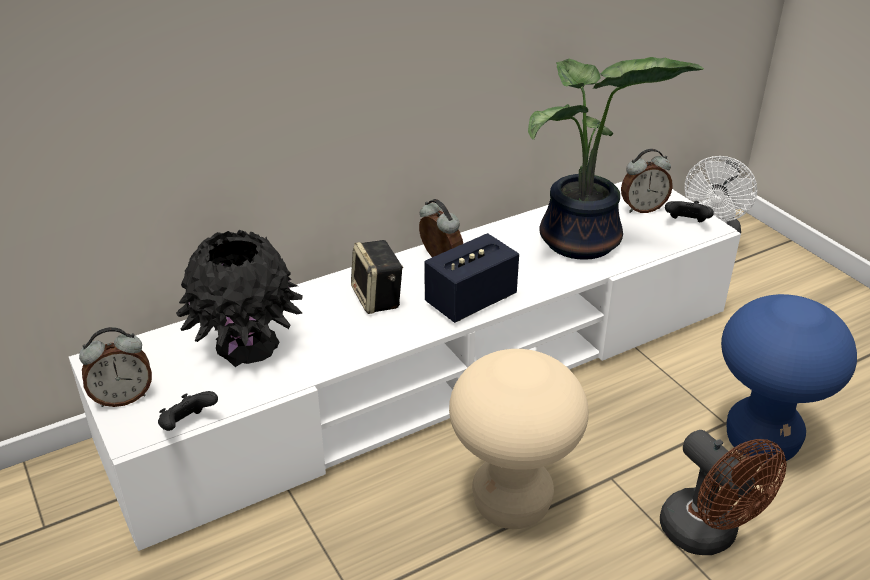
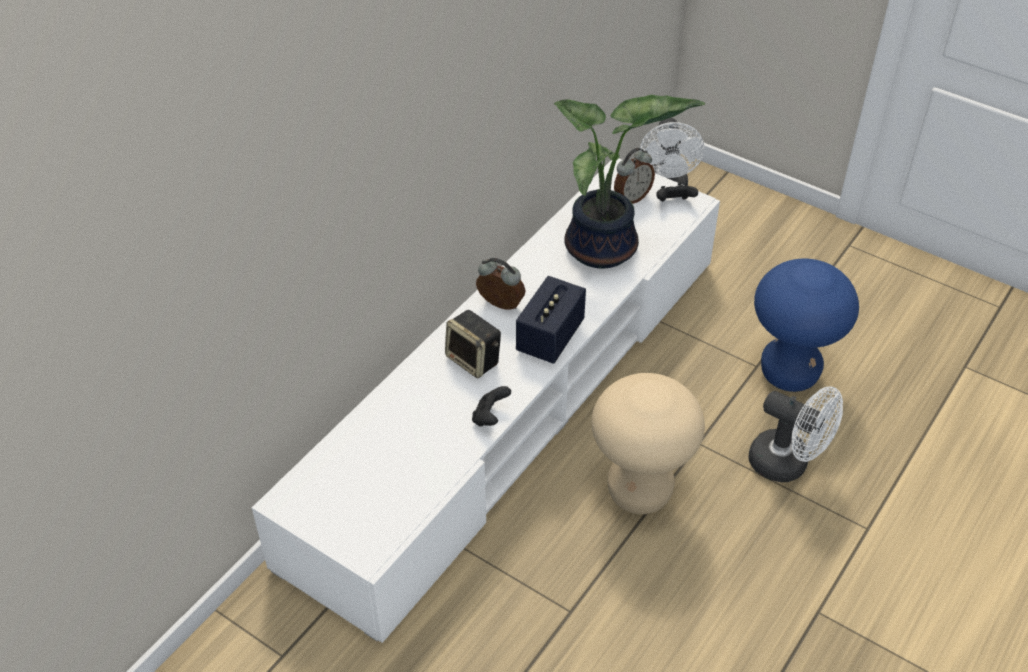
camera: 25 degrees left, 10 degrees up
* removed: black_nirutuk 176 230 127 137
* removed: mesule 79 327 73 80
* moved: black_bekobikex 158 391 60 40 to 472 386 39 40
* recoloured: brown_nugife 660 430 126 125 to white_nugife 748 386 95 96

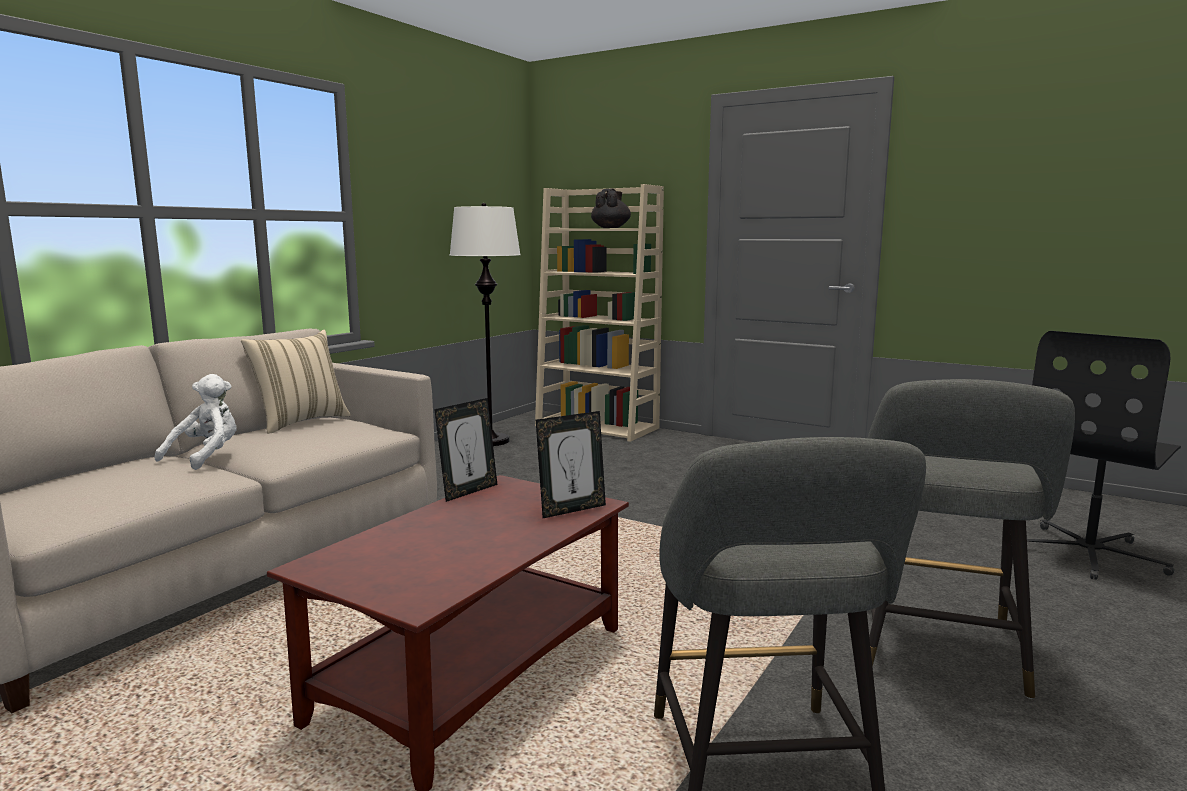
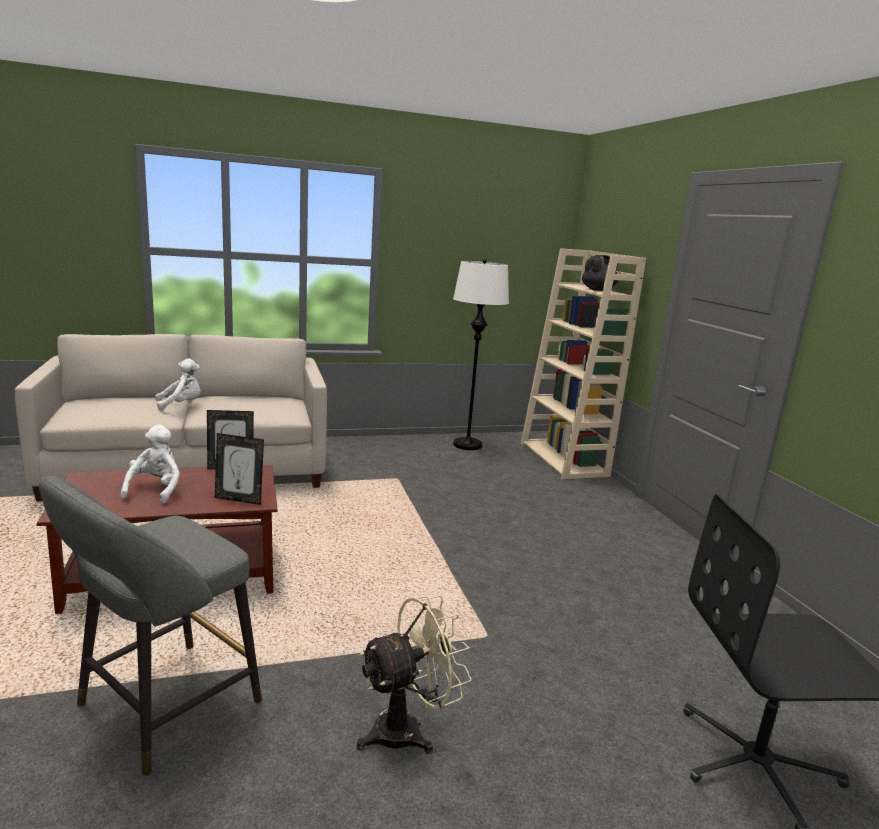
camera: 40 degrees right, 5 degrees up
* removed: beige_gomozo 241 330 110 104
* replaced: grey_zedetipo 868 379 207 320 to beige_nugife 356 595 116 159
* added: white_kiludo 120 424 60 80

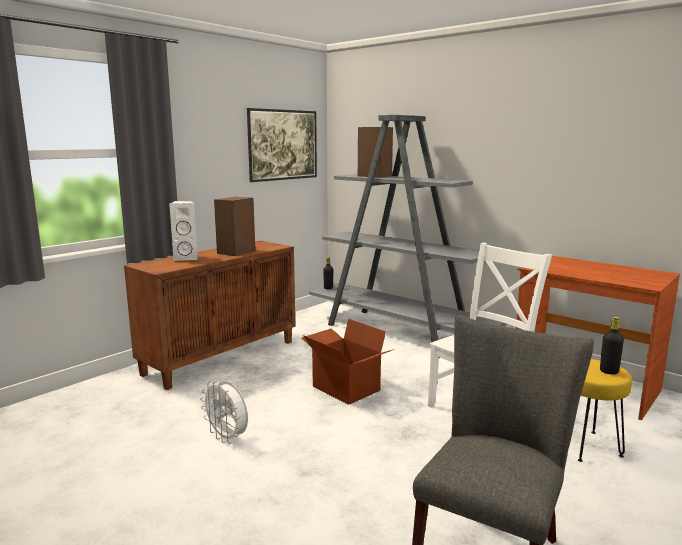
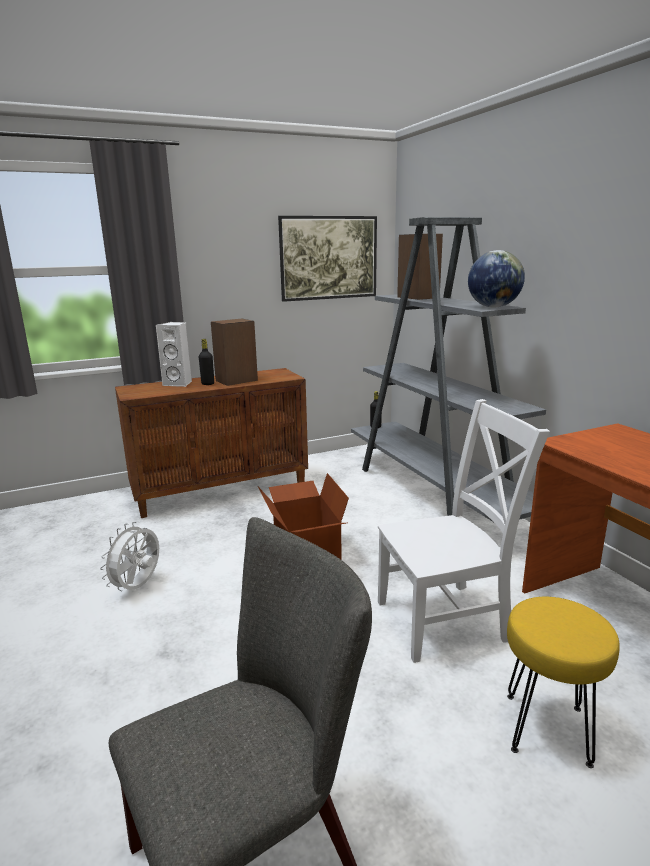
camera: 25 degrees right, 5 degrees up
* moved: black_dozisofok 600 317 24 58 to 199 339 15 46
* turned: white_nugife 200 381 48 63 = 100 522 59 69 45 degrees clockwise
* added: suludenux 468 250 57 57

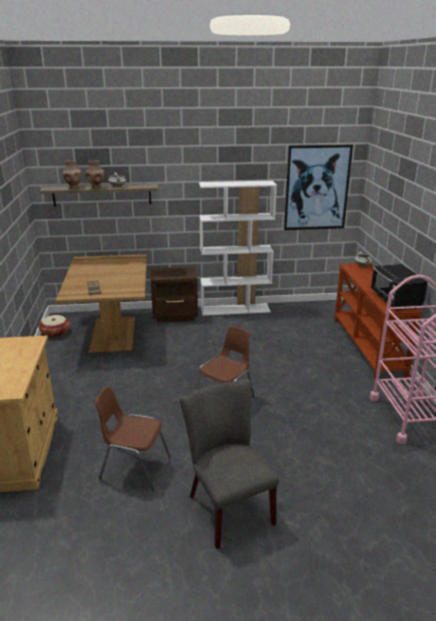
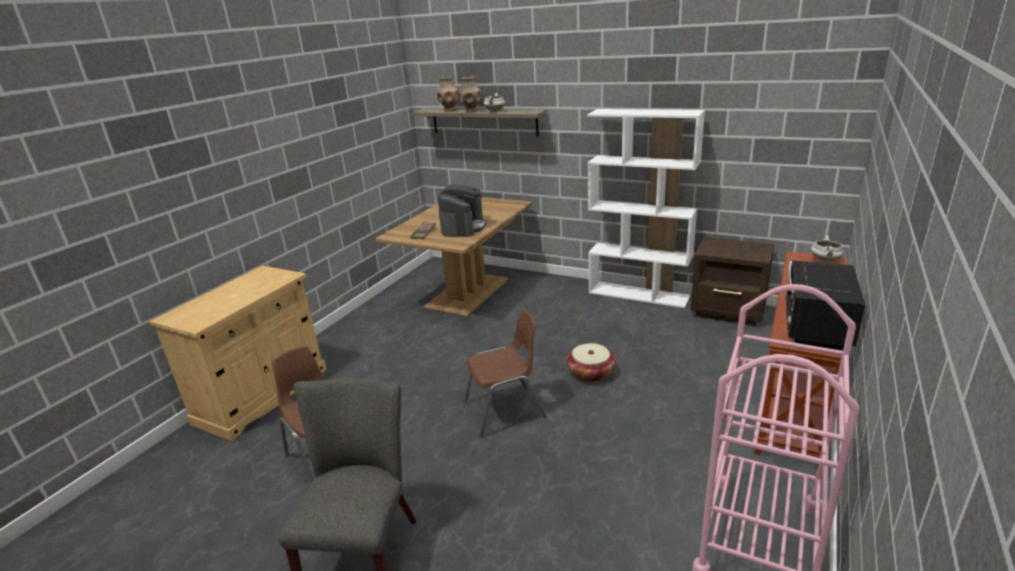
camera: 35 degrees right, 0 degrees up
* removed: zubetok 284 145 69 85
* moved: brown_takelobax 151 266 47 56 to 690 237 84 89
* moved: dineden 39 315 31 22 to 566 343 50 39
* added: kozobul 438 184 49 53

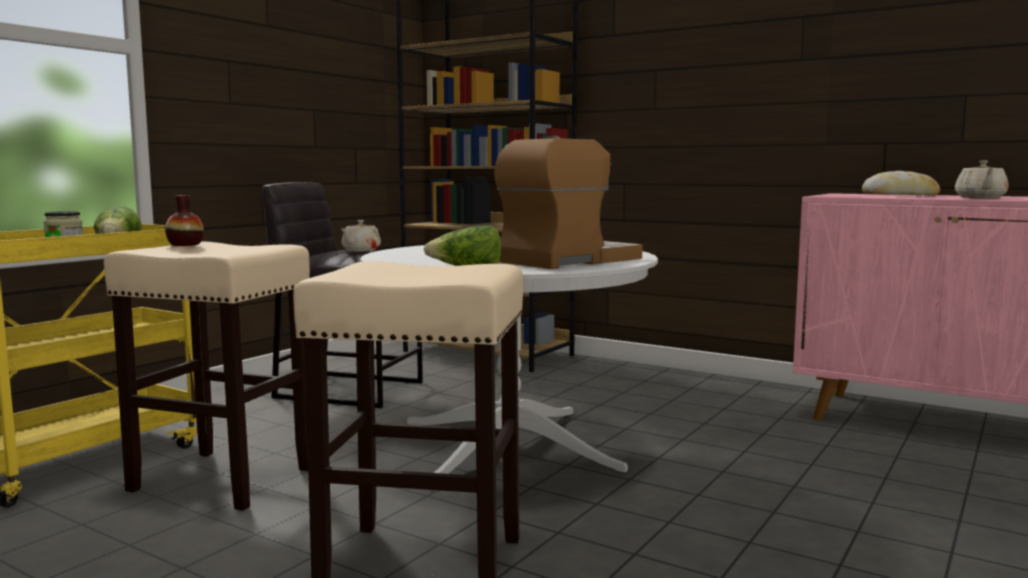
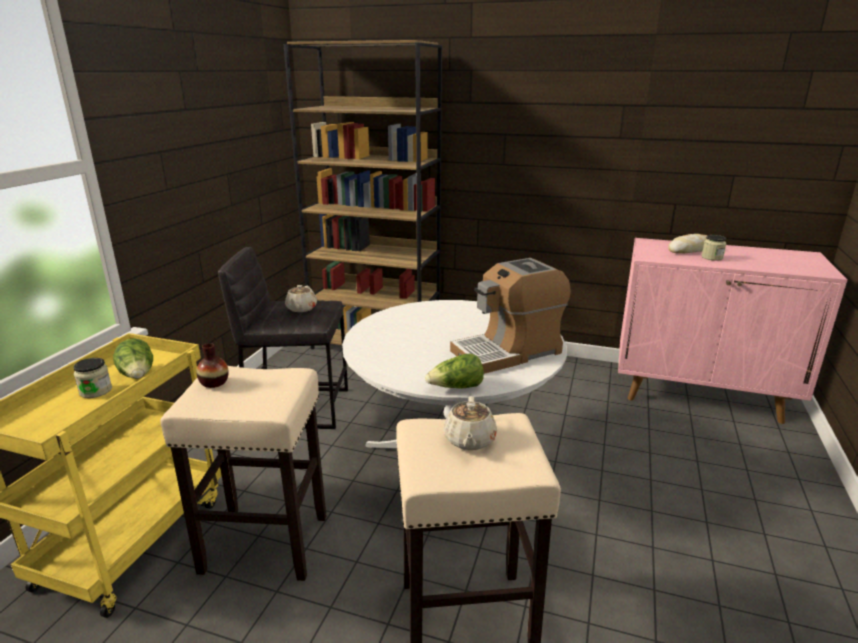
camera: 15 degrees left, 15 degrees up
* turned: kozobul 494 136 149 133 = 450 258 121 116 150 degrees counterclockwise
* moved: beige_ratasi 955 160 54 38 to 444 396 53 54
* added: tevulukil 702 235 24 26

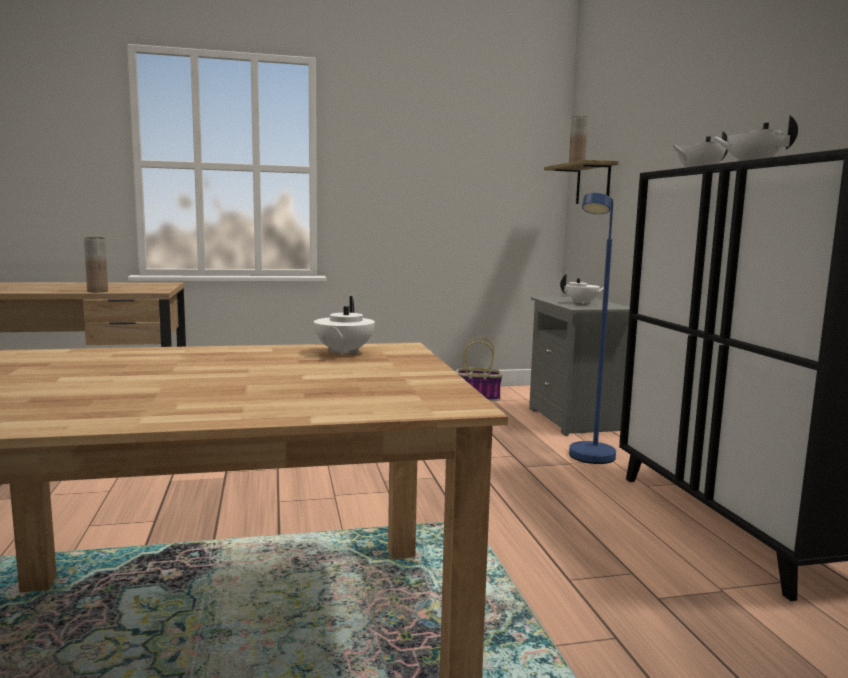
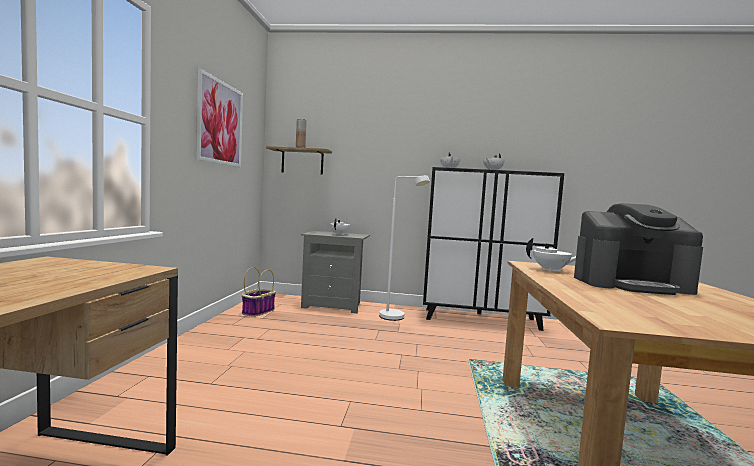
camera: 70 degrees left, 5 degrees down
* recoloured: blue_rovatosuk 569 193 47 271 to white_rovatosuk 379 175 51 146
* removed: brown_nirutuk 84 237 24 55
* added: zubetok 196 68 47 100
* added: kozobul 574 203 129 92

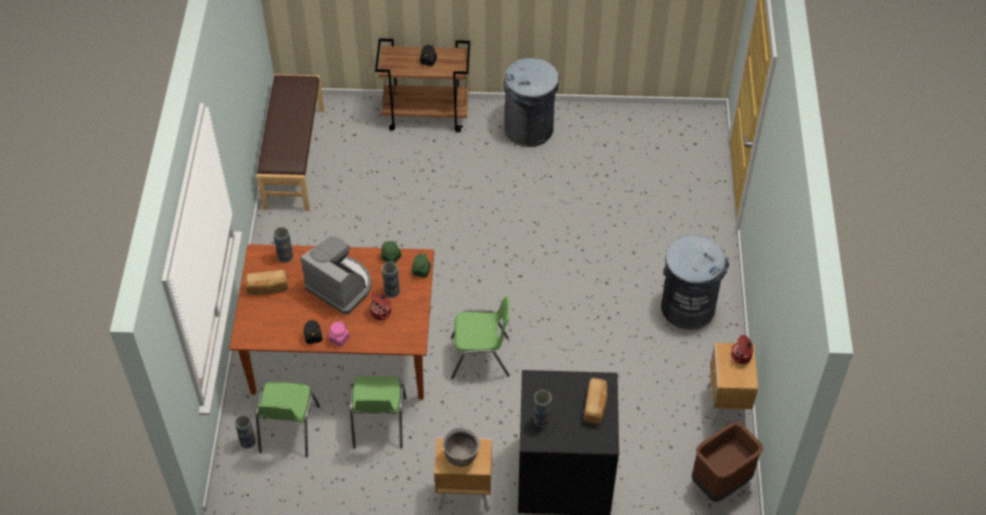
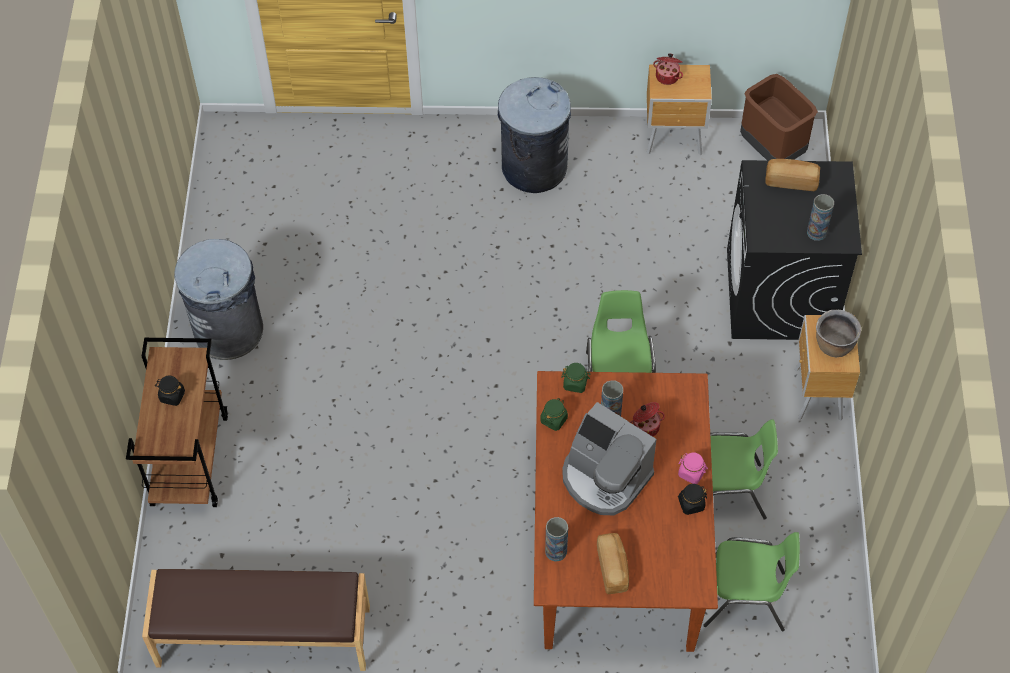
camera: 90 degrees left, 5 degrees up
* turned: kozobul 301 236 70 78 = 562 402 94 114 90 degrees counterclockwise
* removed: nirutuk 235 415 21 34

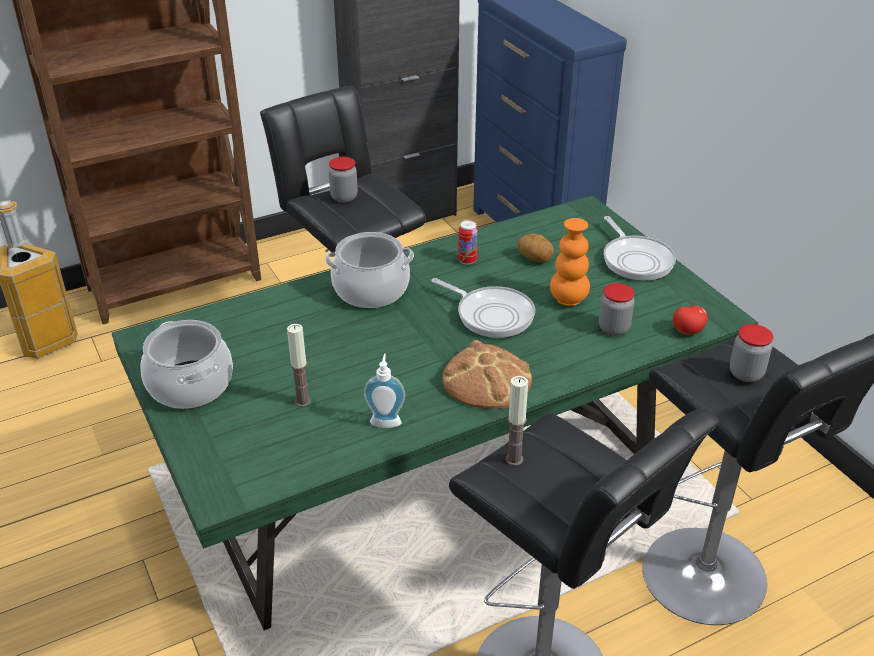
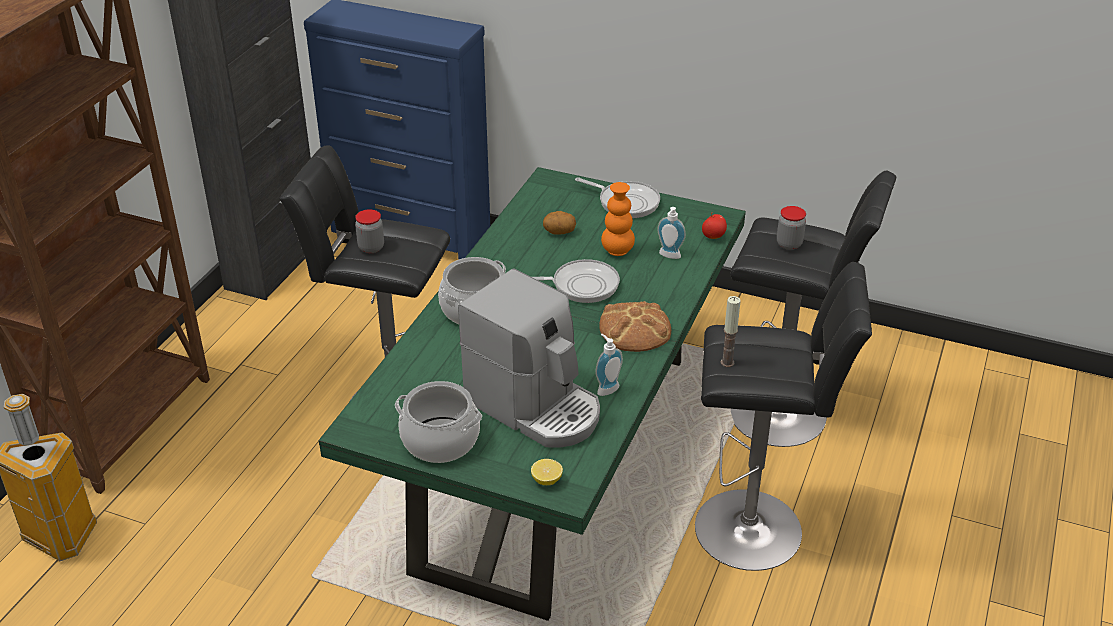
camera: 40 degrees left, 0 degrees up
* removed: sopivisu 458 220 20 45
* replaced: tevulukil 599 283 35 53 to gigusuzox 657 207 29 52
* replaced: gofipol 287 324 24 83 to kozobul 458 269 142 178
* added: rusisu 531 459 32 26

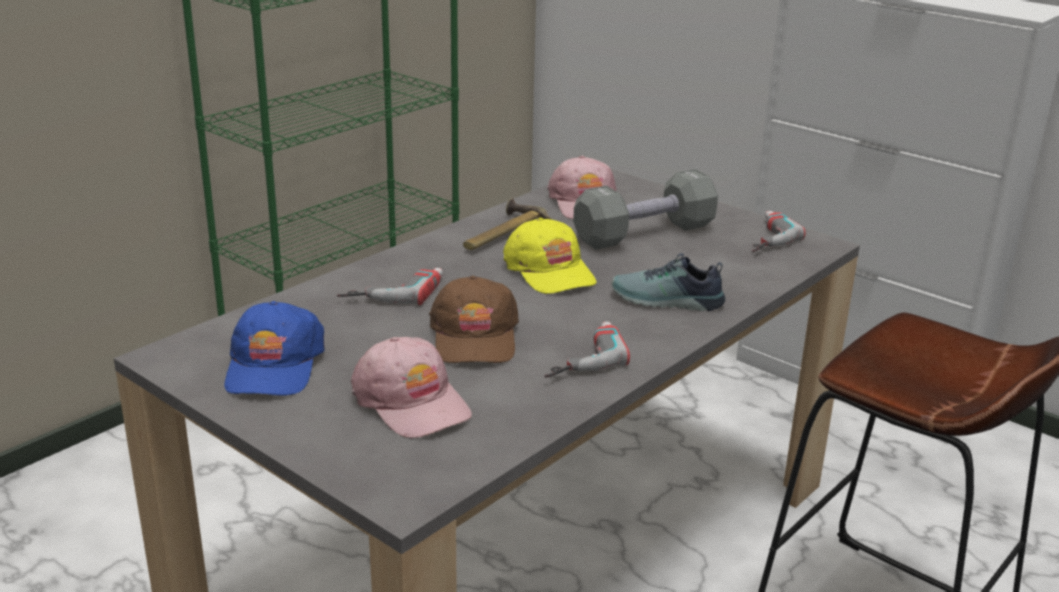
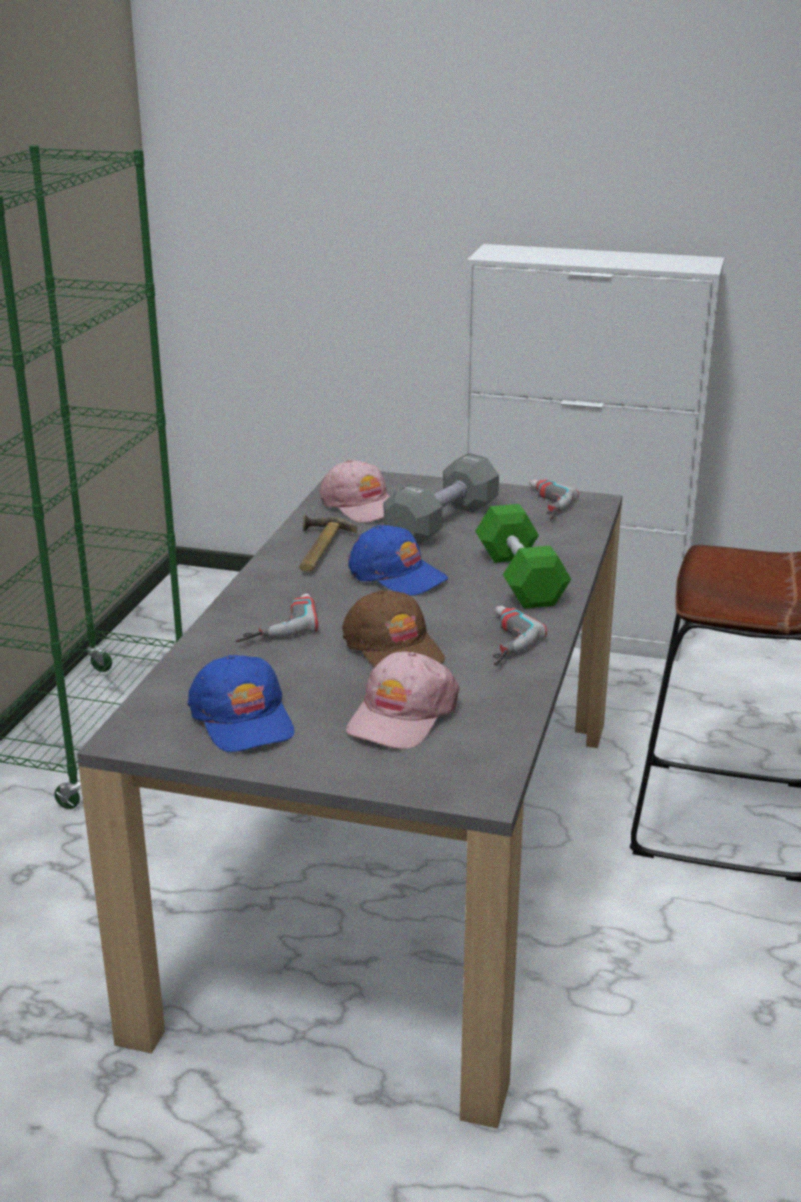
camera: 25 degrees left, 0 degrees up
* recoloured: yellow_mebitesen 503 217 94 77 to blue_mebitesen 348 525 100 71
* replaced: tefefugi 611 253 114 58 to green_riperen 475 504 96 105
* turned: pink_mebitesen 351 337 121 102 = 346 651 113 98 90 degrees clockwise

